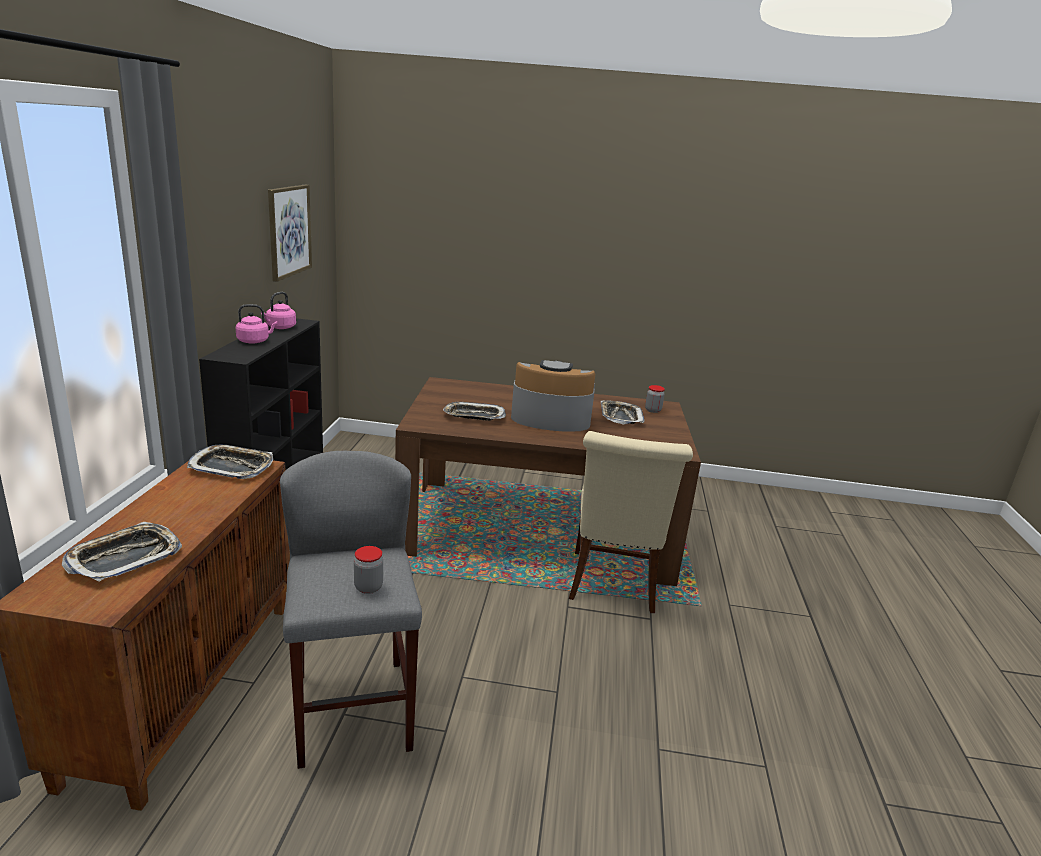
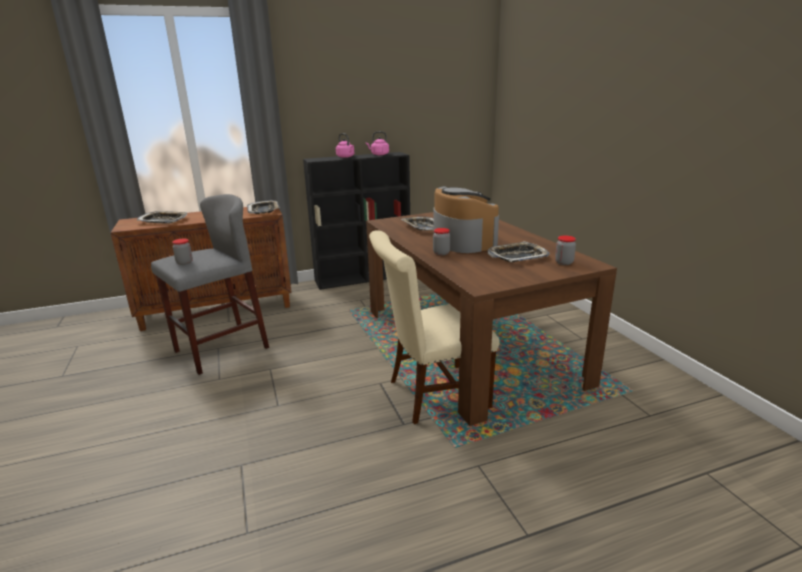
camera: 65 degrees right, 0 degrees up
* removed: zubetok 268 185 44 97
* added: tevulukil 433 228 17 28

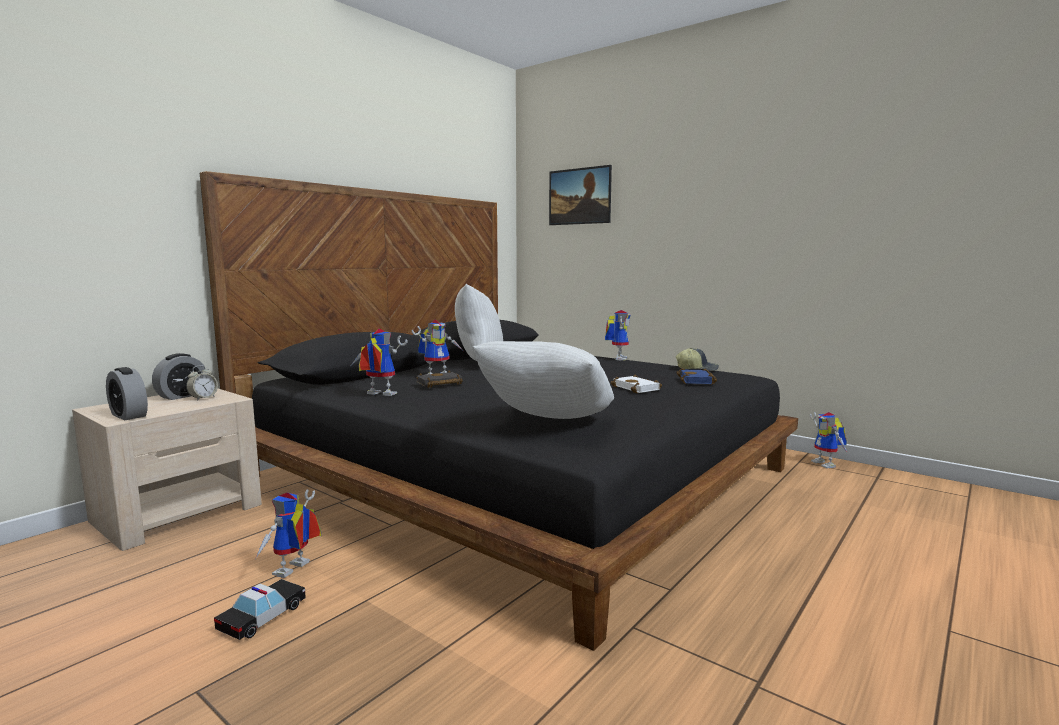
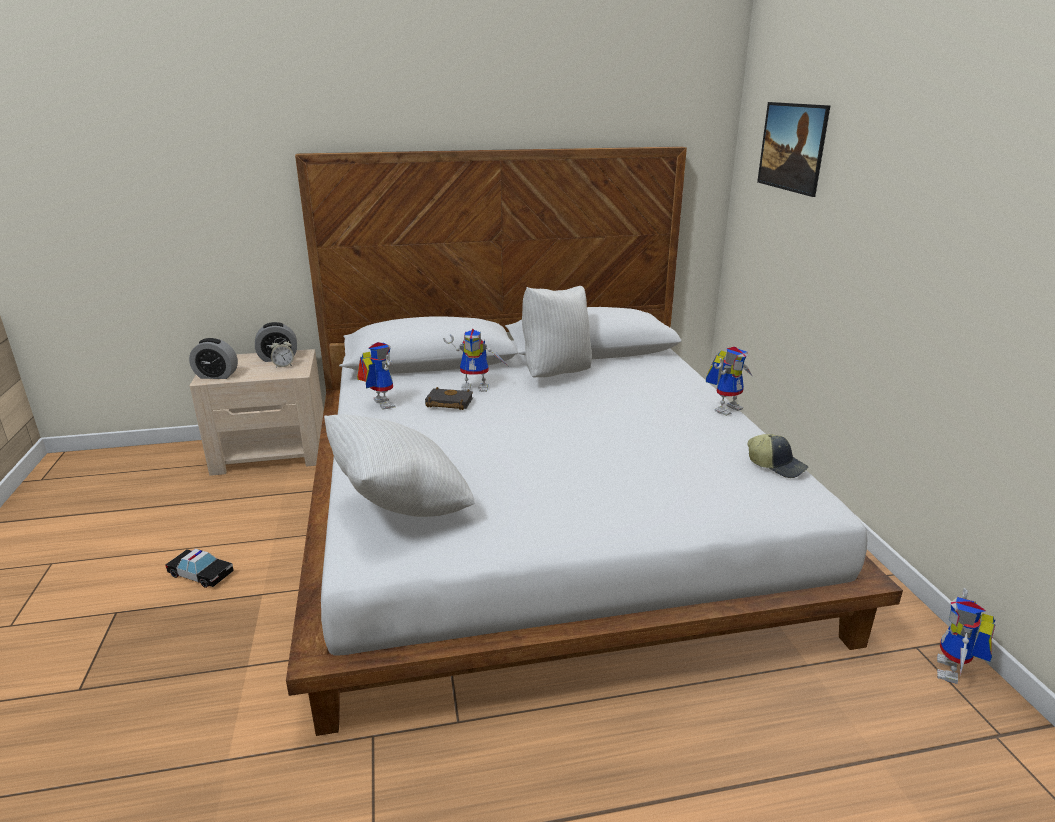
camera: 40 degrees right, 15 degrees up
* recoloured: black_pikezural 200 171 598 480 to white_pikezural 286 146 617 590
* turned: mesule 106 367 42 53 = 189 338 49 41 75 degrees counterclockwise
* removed: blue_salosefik 676 368 41 16
* removed: white_salosefik 611 374 51 19
* removed: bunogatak 255 489 66 89
* turned: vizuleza 214 579 92 61 = 165 549 69 39 45 degrees clockwise

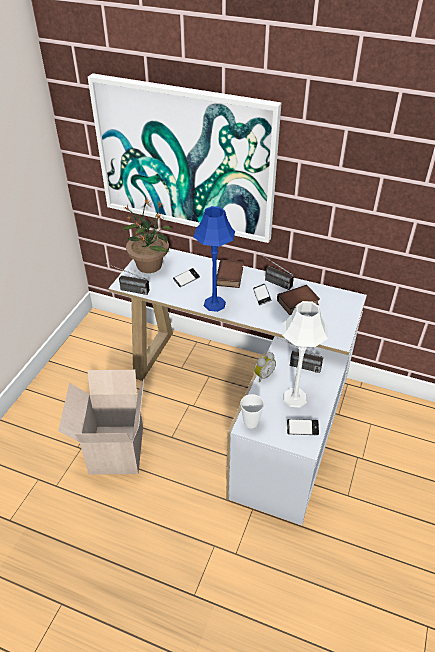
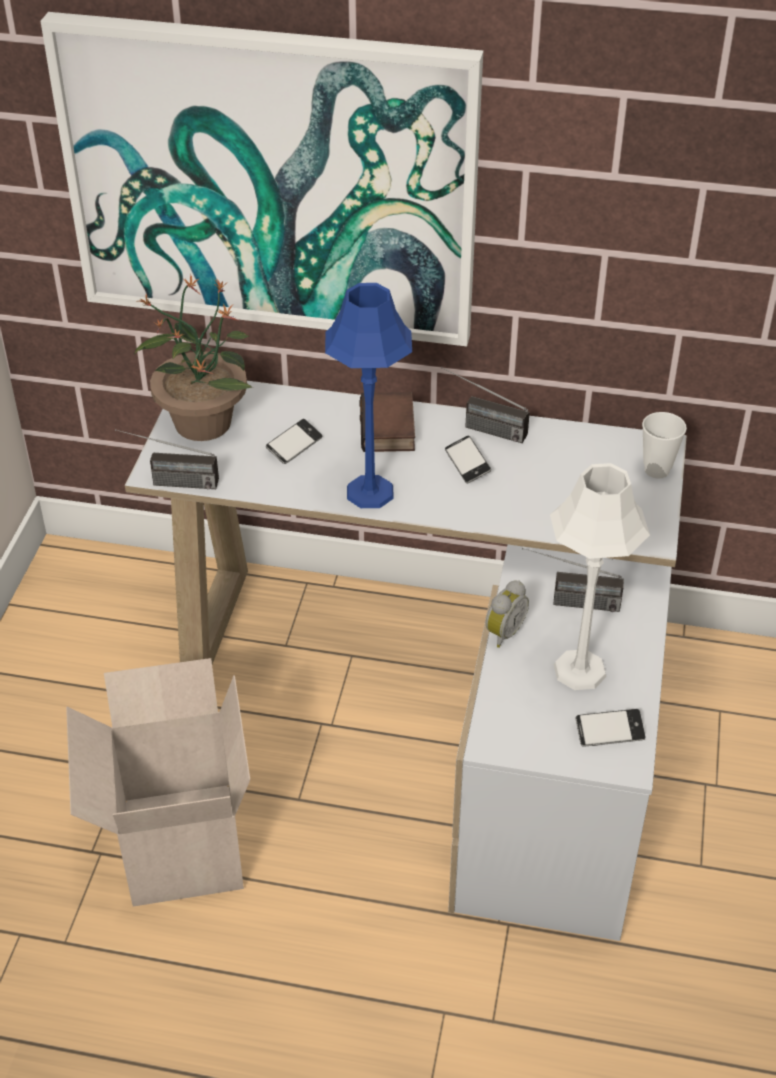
camera: 10 degrees left, 0 degrees up
* removed: salosefik 277 285 43 30
* moved: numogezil 240 394 24 34 to 642 412 45 67

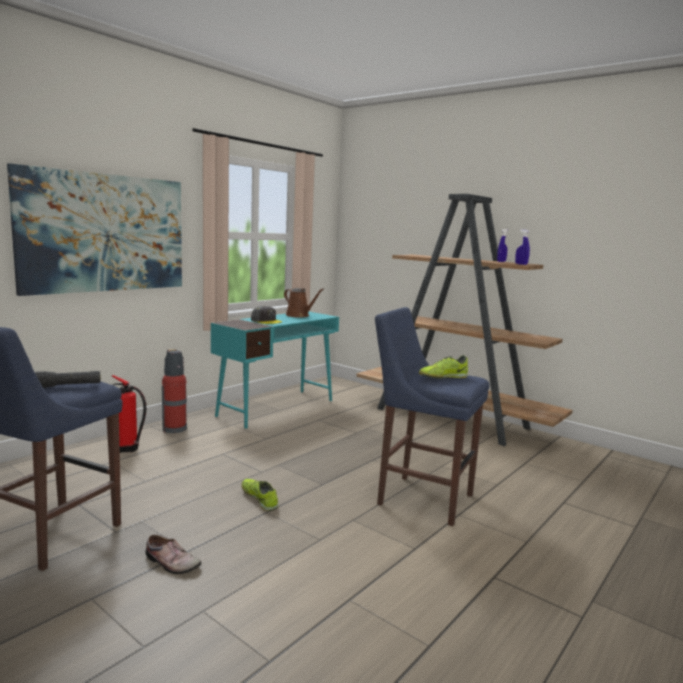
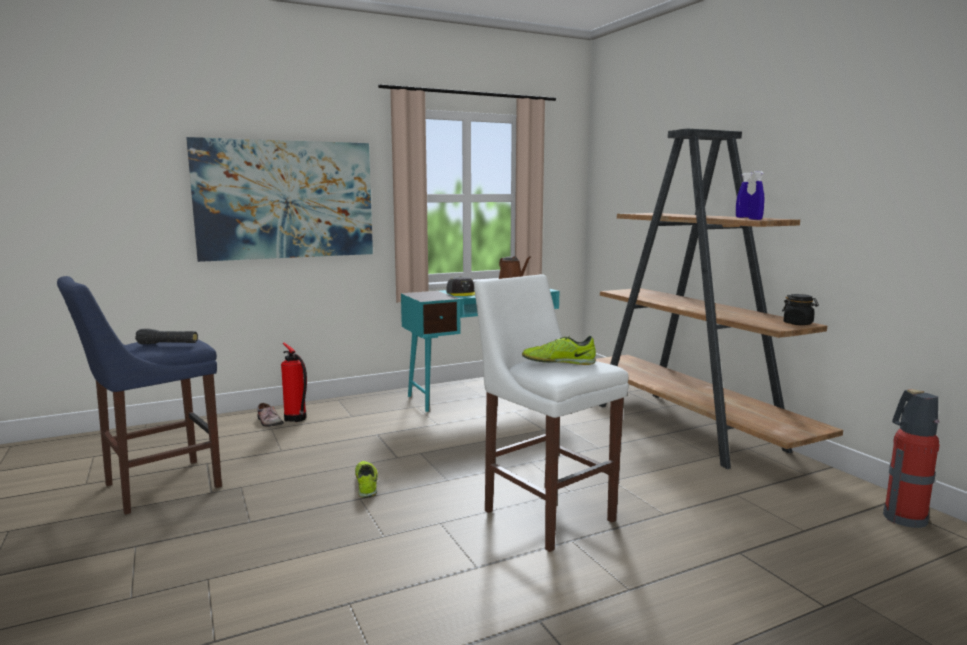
camera: 25 degrees right, 0 degrees up
* recoloured: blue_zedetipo 375 307 114 219 to white_zedetipo 474 274 155 278
* moved: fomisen 162 349 25 84 to 883 389 57 139
* moved: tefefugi 146 534 56 40 to 257 403 27 24
* added: black_tevulukil 782 294 37 31

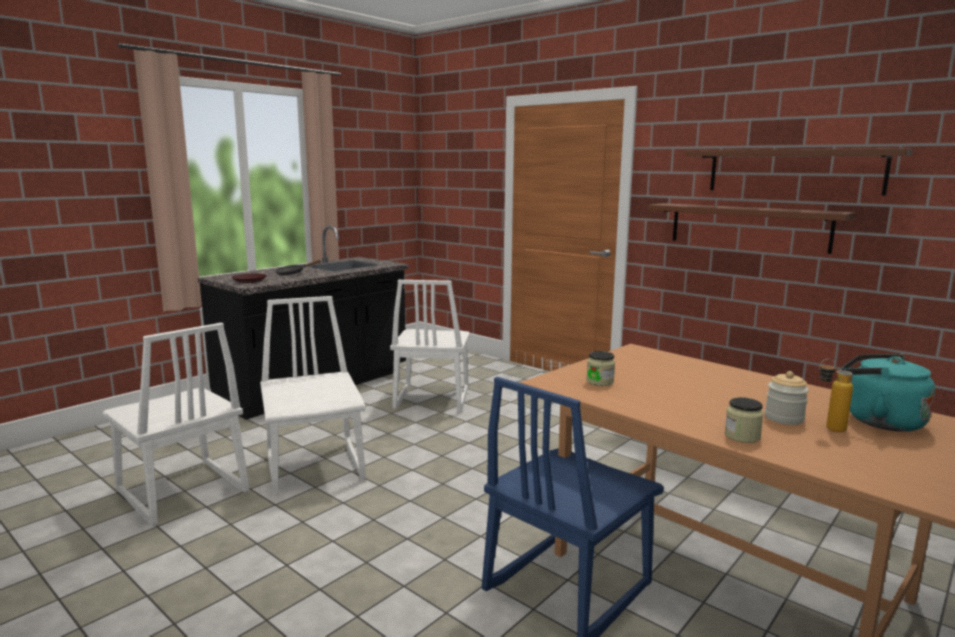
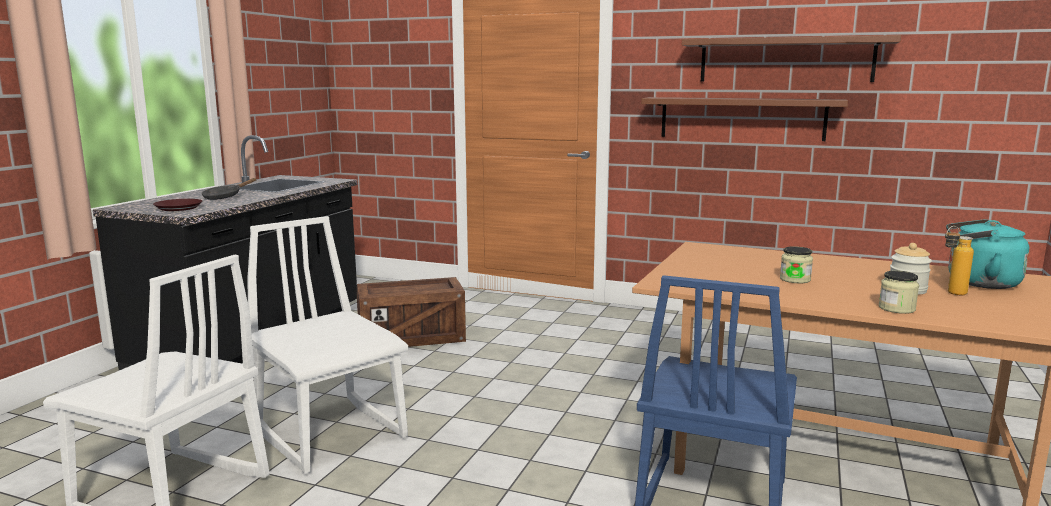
camera: 20 degrees left, 0 degrees up
* replaced: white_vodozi 390 280 80 131 to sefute 357 277 109 70
* moved: tevulukil 586 351 29 35 to 780 246 33 37

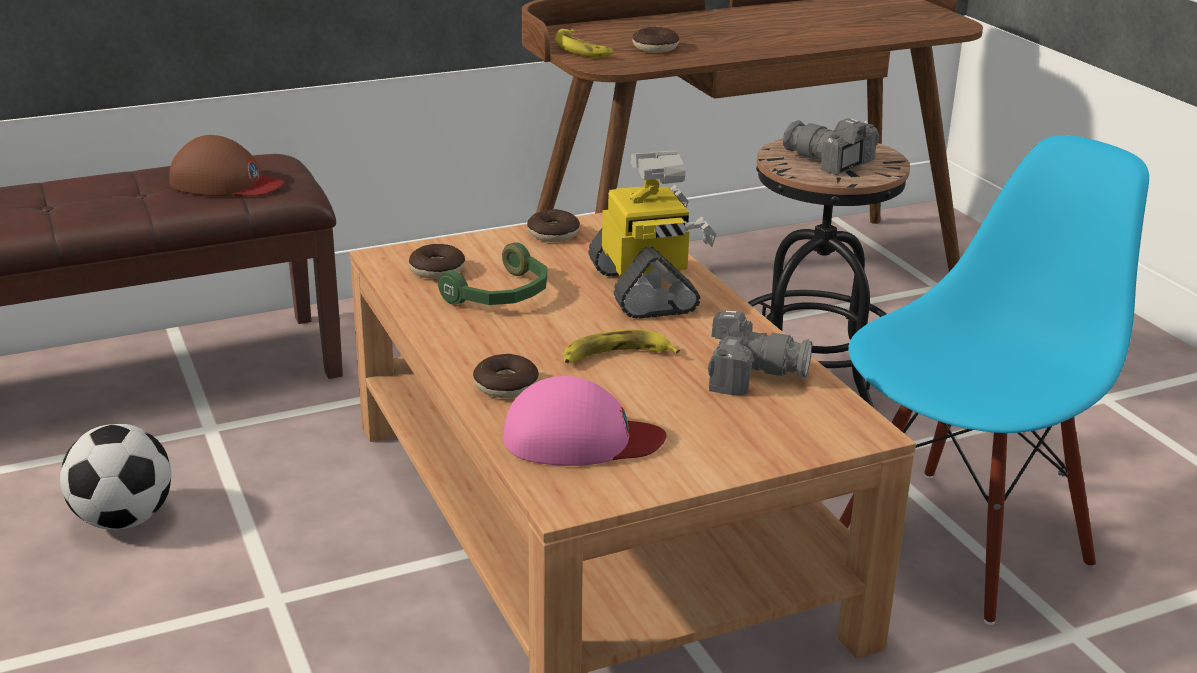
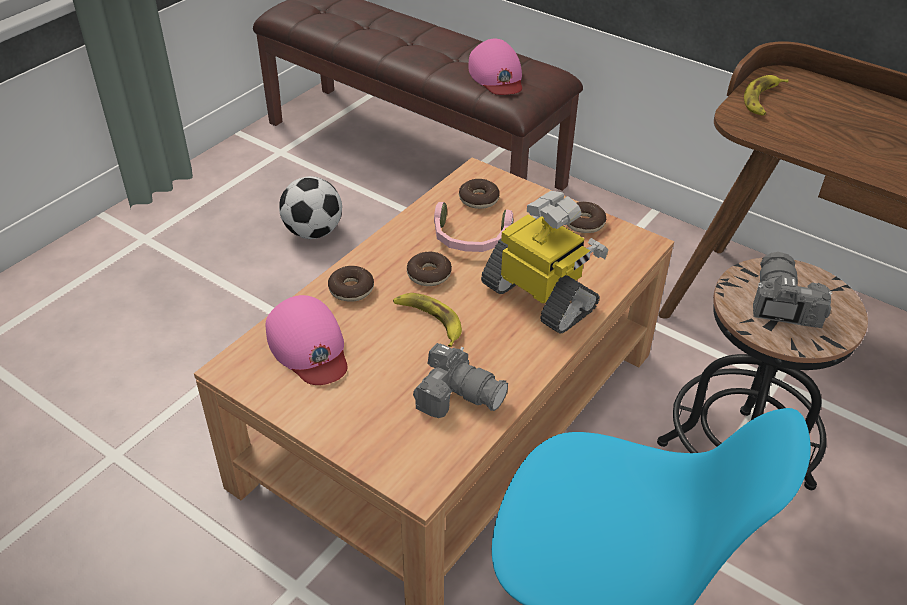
camera: 60 degrees right, 15 degrees up
* moved: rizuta 632 27 47 26 to 407 251 45 35
* recoloured: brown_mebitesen 170 135 115 61 to pink_mebitesen 468 39 54 56
* turned: bunogatak 589 150 127 169 = 481 191 128 143 90 degrees counterclockwise
* recoloured: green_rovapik 438 242 109 63 to pink_rovapik 434 202 79 50
* turned: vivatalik 708 311 104 85 = 413 343 95 75 45 degrees counterclockwise

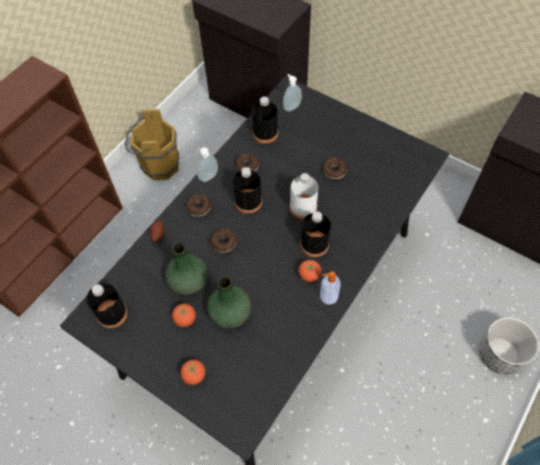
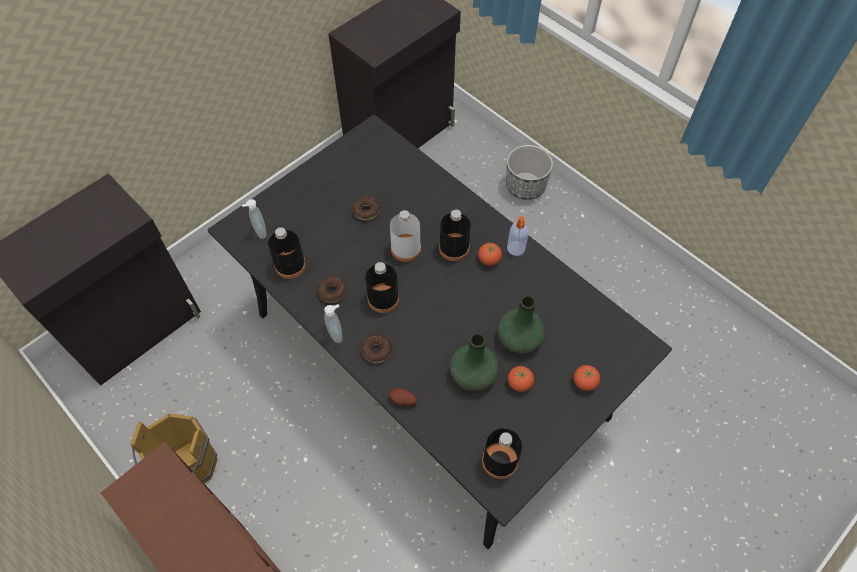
camera: 80 degrees left, 0 degrees up
* removed: rizuta 210 229 26 24

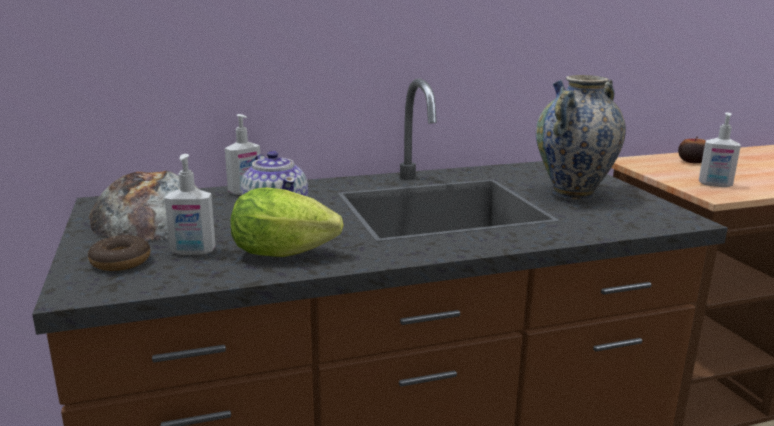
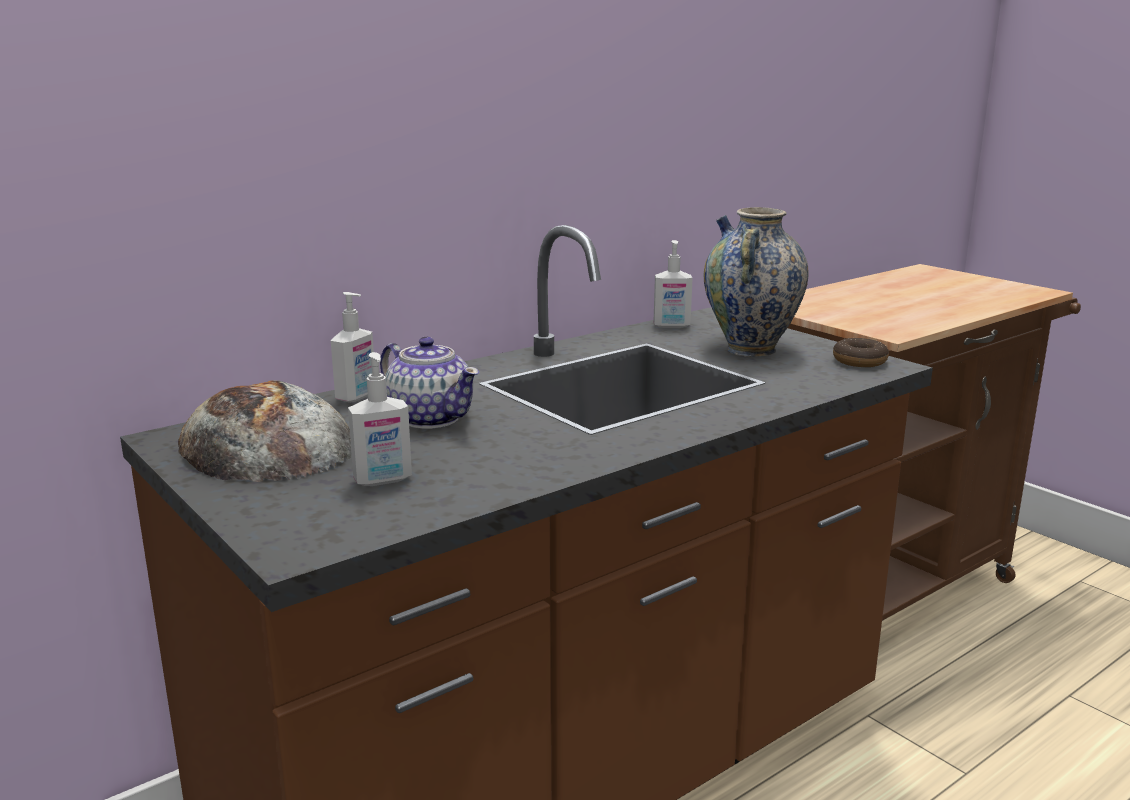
camera: 20 degrees left, 0 degrees up
* moved: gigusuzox 699 112 42 75 to 653 240 39 88
* removed: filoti 678 136 28 27
* removed: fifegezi 230 187 113 70
* moved: rizuta 88 235 62 36 to 833 338 56 29

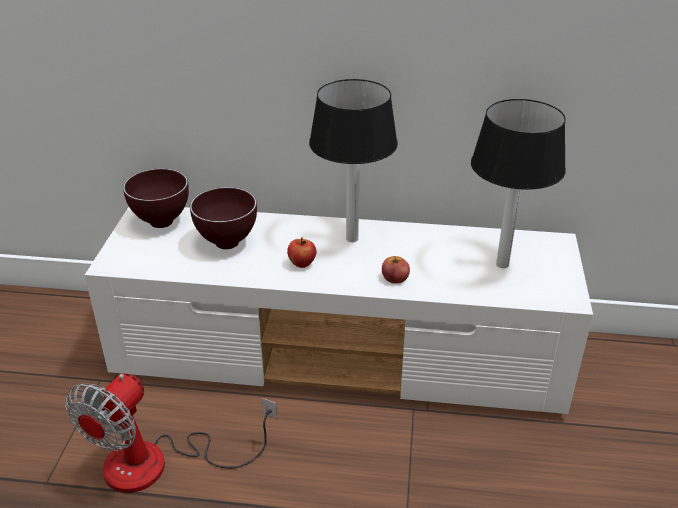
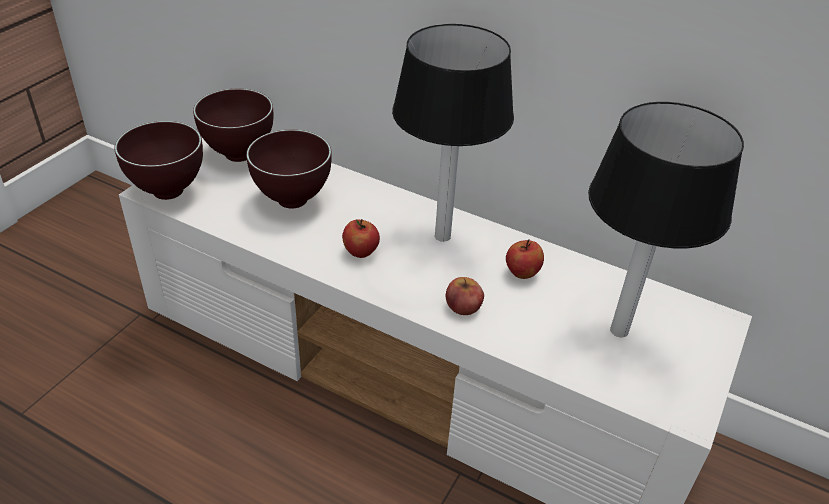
camera: 20 degrees right, 5 degrees up
* removed: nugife 66 373 211 120
* added: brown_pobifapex 115 121 88 79
* added: filoti 506 239 38 40

